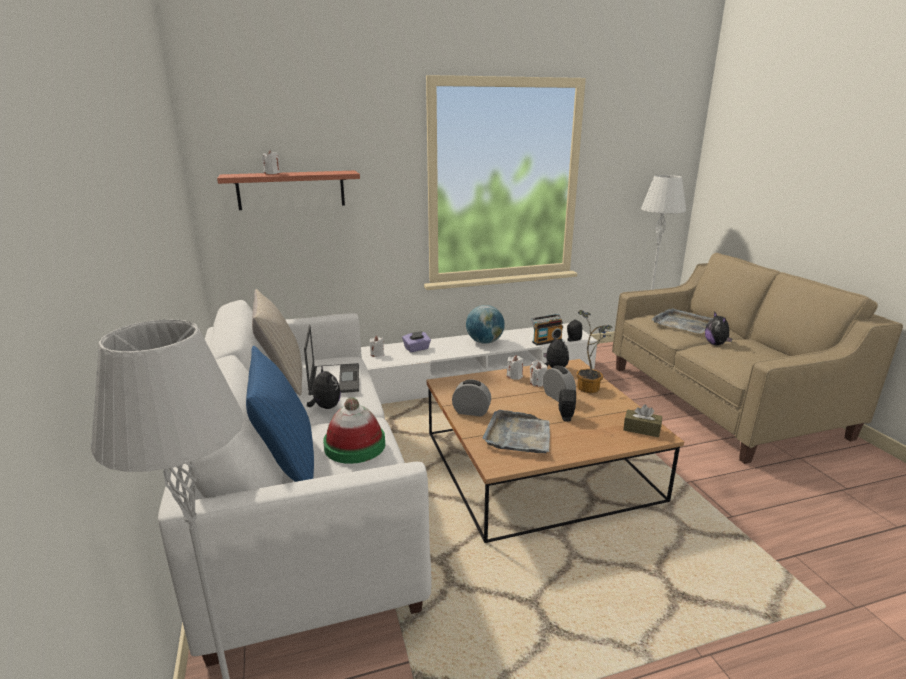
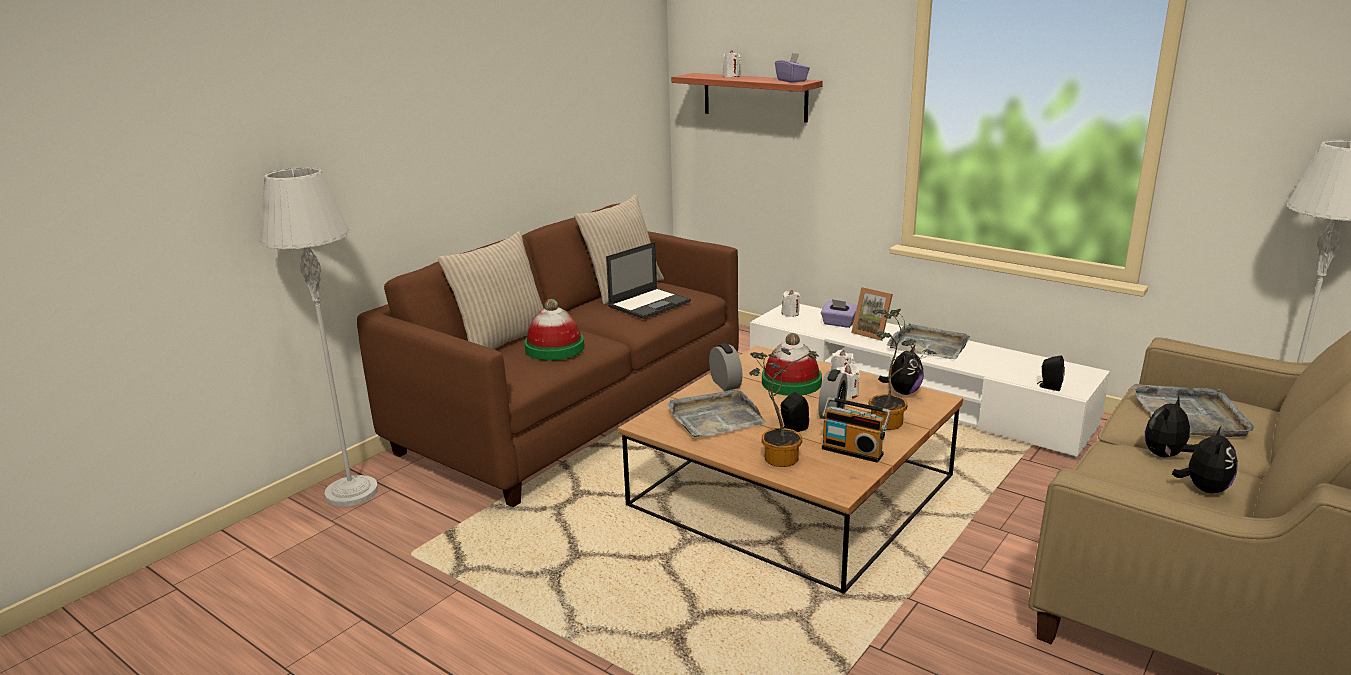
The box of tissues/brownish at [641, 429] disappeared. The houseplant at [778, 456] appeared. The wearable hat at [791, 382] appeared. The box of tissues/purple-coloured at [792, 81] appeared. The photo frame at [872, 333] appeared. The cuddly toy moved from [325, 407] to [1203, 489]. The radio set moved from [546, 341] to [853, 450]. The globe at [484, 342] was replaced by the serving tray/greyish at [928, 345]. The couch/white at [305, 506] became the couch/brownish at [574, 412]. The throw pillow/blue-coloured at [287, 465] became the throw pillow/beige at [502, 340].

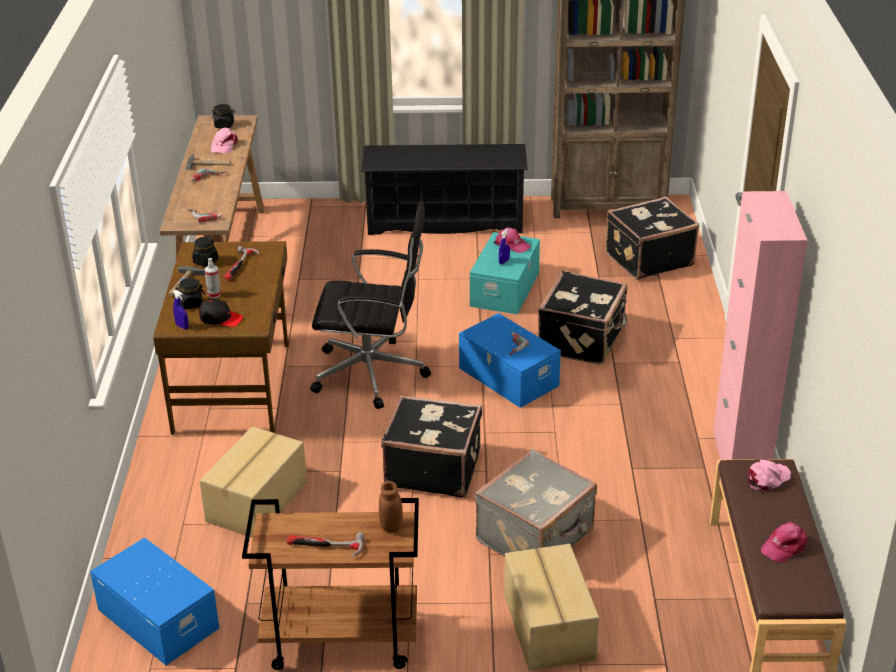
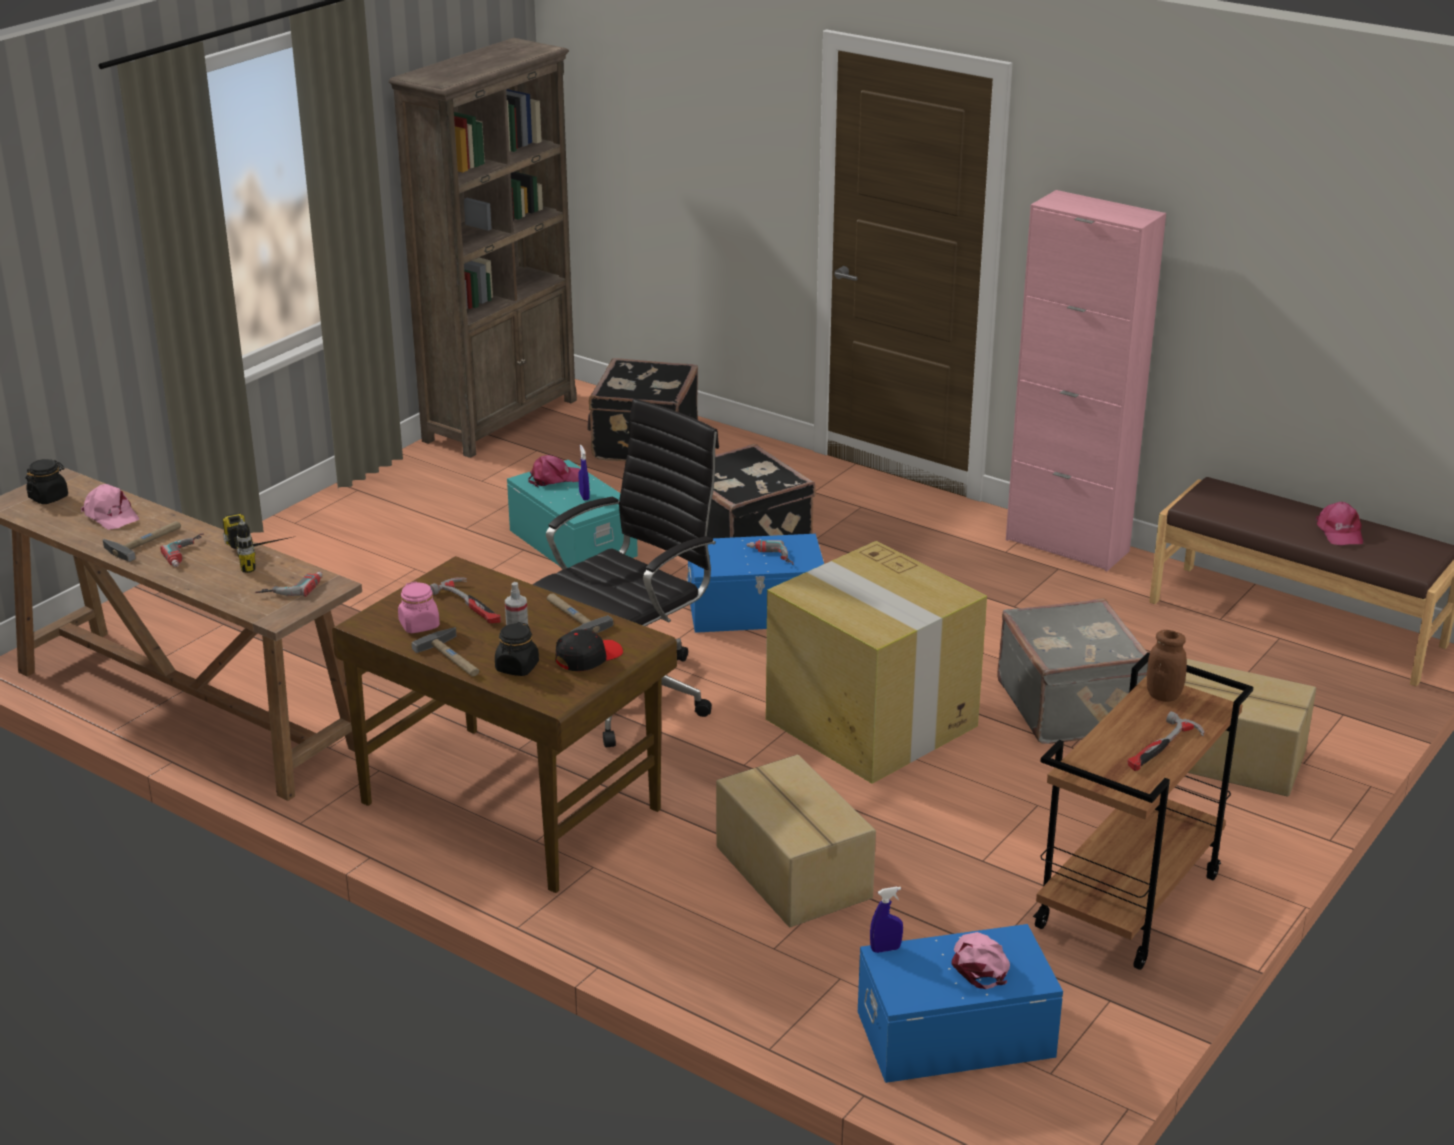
The shoe stand/black-coloured at [445, 221] disappeared. The electric drill at [265, 555] appeared. The hammer at [571, 618] appeared. The spray bottle/blue-coloured moved from [182, 326] to [885, 949]. The peaked cap/pinkish moved from [767, 479] to [980, 964]. The suitcase/black-coloured at [432, 468] was replaced by the carton at [873, 723]. The jar/black-coloured at [205, 262] became the jar/pinkish at [419, 625].

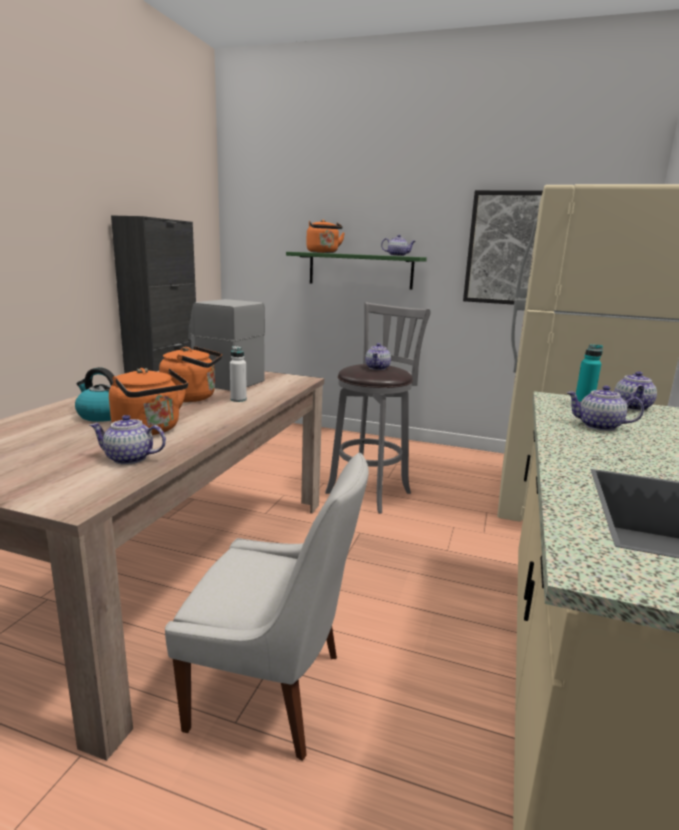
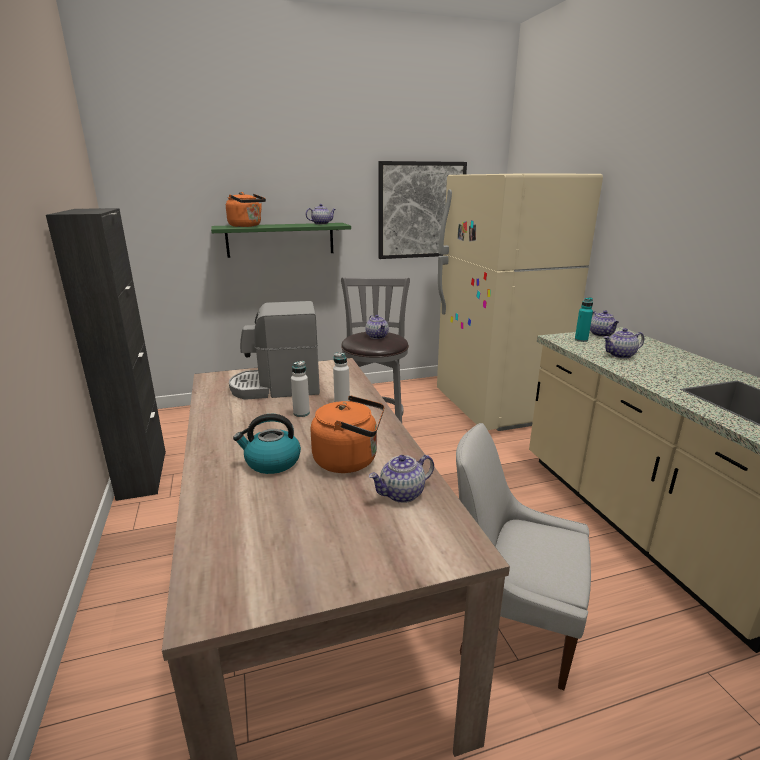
The water kettle/orangey at [193, 397] was replaced by the beverage bottle/white at [301, 413]. The chair/white at [273, 692] turned 135 degrees counterclockwise.

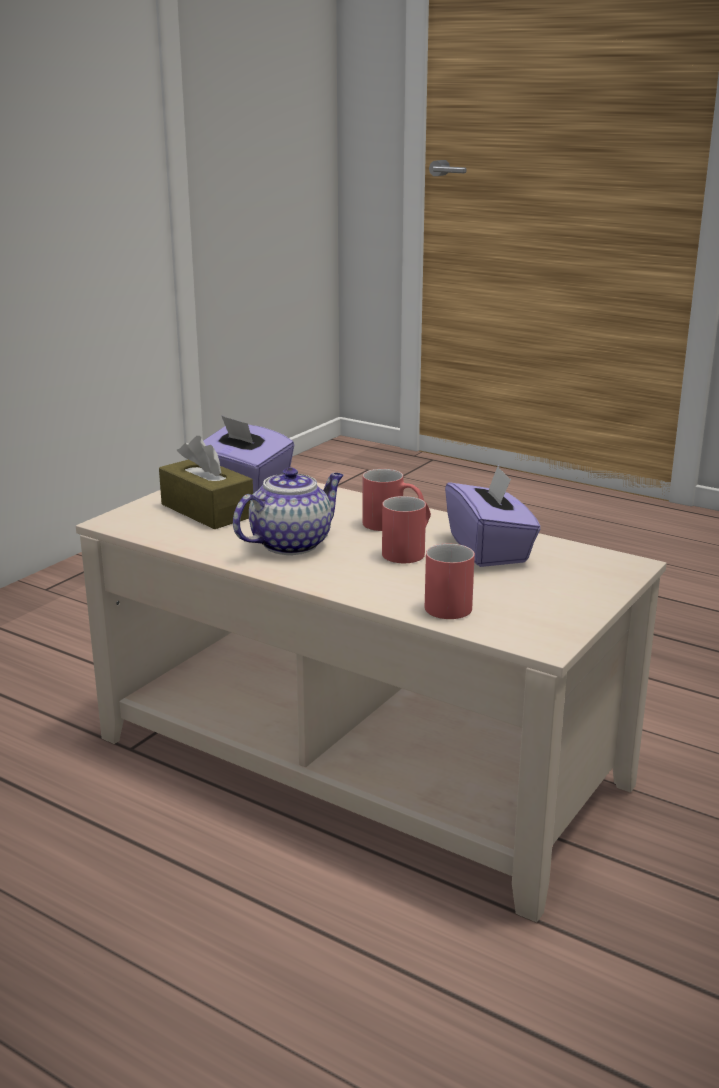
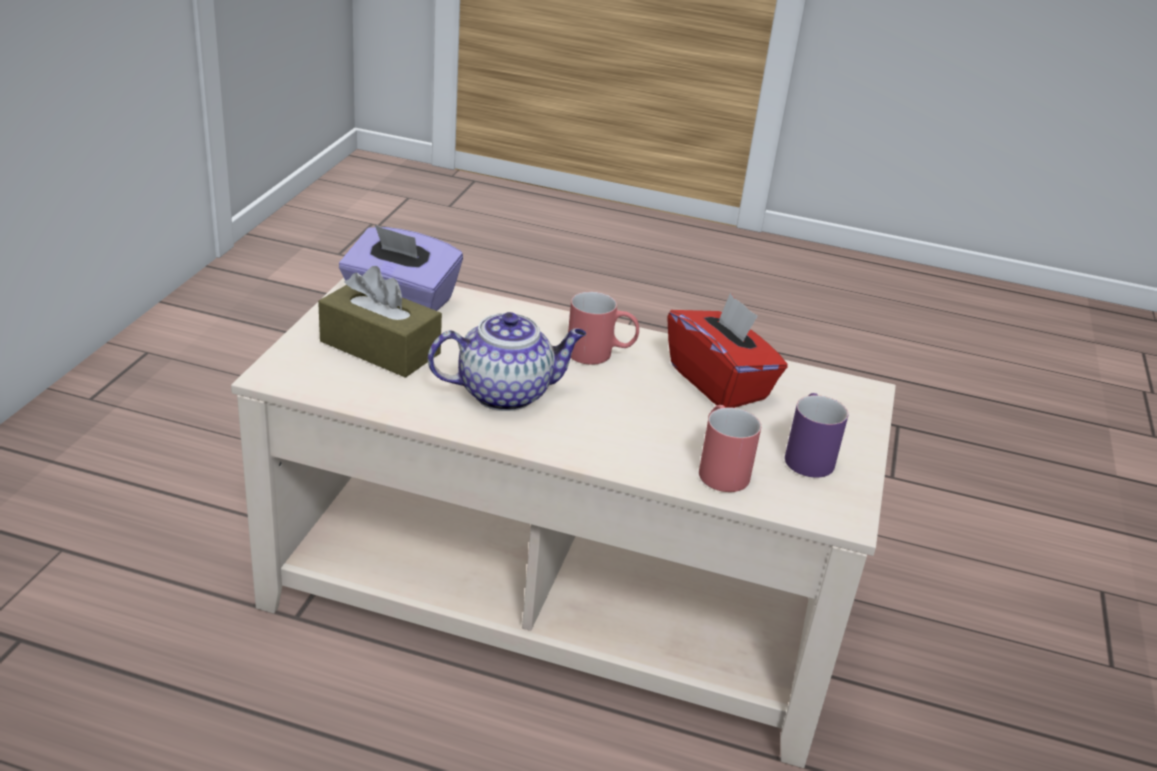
The mug/red at [409, 551] disappeared. The mug/purple-coloured at [807, 454] appeared. The box of tissues/purple-coloured at [489, 549] became the box of tissues/red at [719, 382]. The tea pot at [292, 543] turned 45 degrees clockwise.

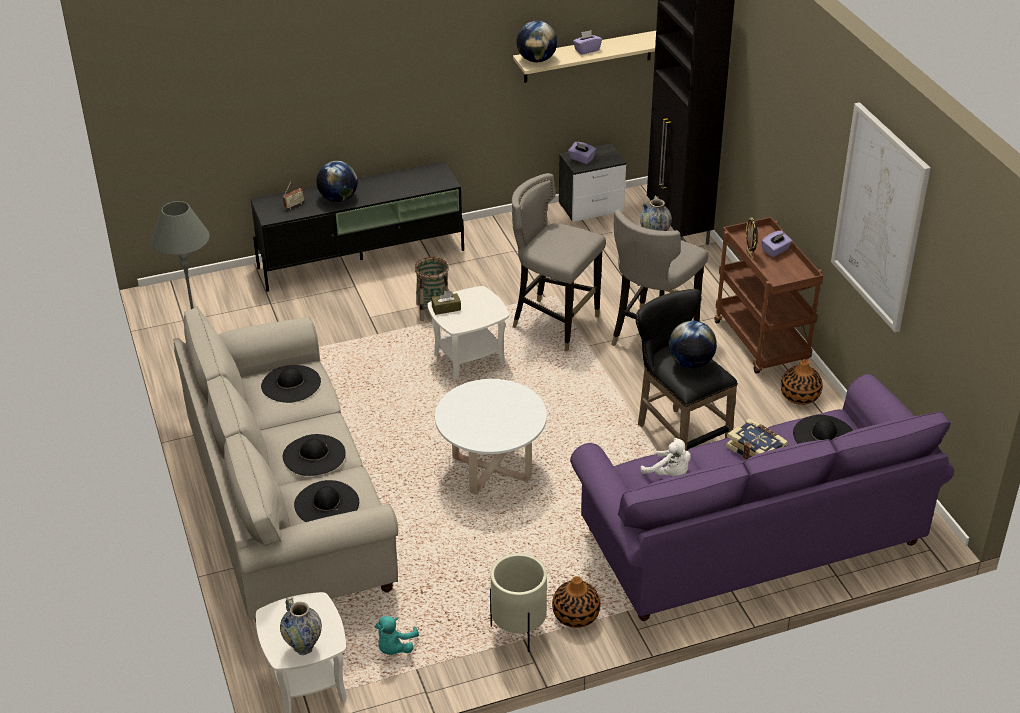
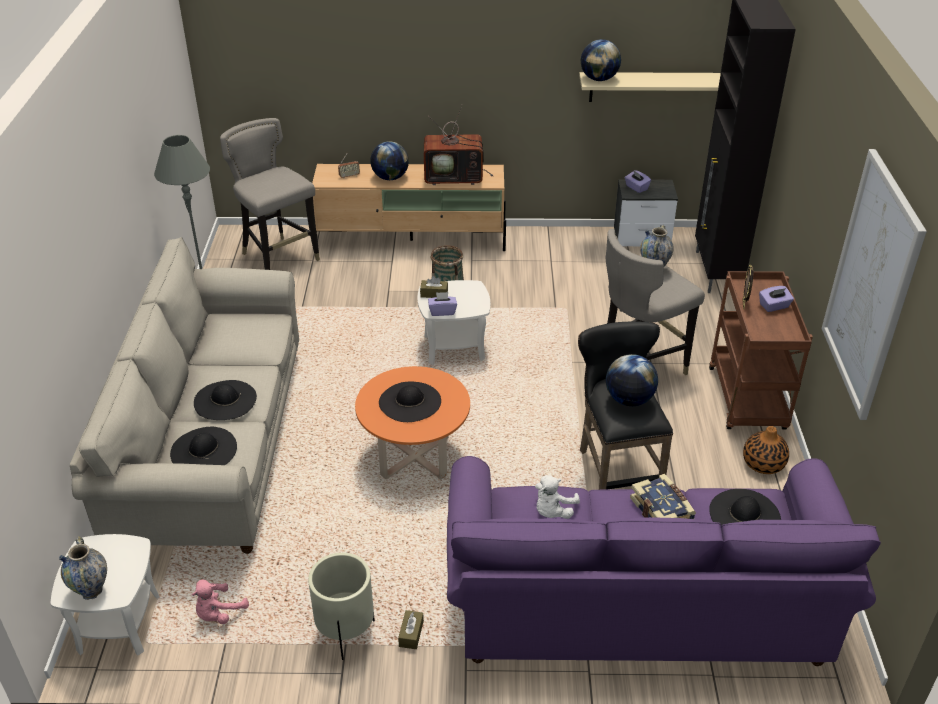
The television at [455, 177] appeared. The wearable hat/black-coloured moved from [291, 384] to [410, 402]. The stool seat/greyish moved from [554, 323] to [278, 258]. The box of tissues/purple-coloured moved from [586, 50] to [442, 311]. The vase at [575, 615] was replaced by the box of tissues/brownish at [411, 634]. The tv stand/black-coloured at [363, 259] became the tv stand/beige at [412, 240]. The cuddly toy/blue-green at [394, 648] became the cuddly toy/pinkish at [219, 613]. The lounge table/white at [491, 469] became the lounge table/orangey at [415, 457]. The cuddly toy/white at [669, 474] turned 60 degrees clockwise.

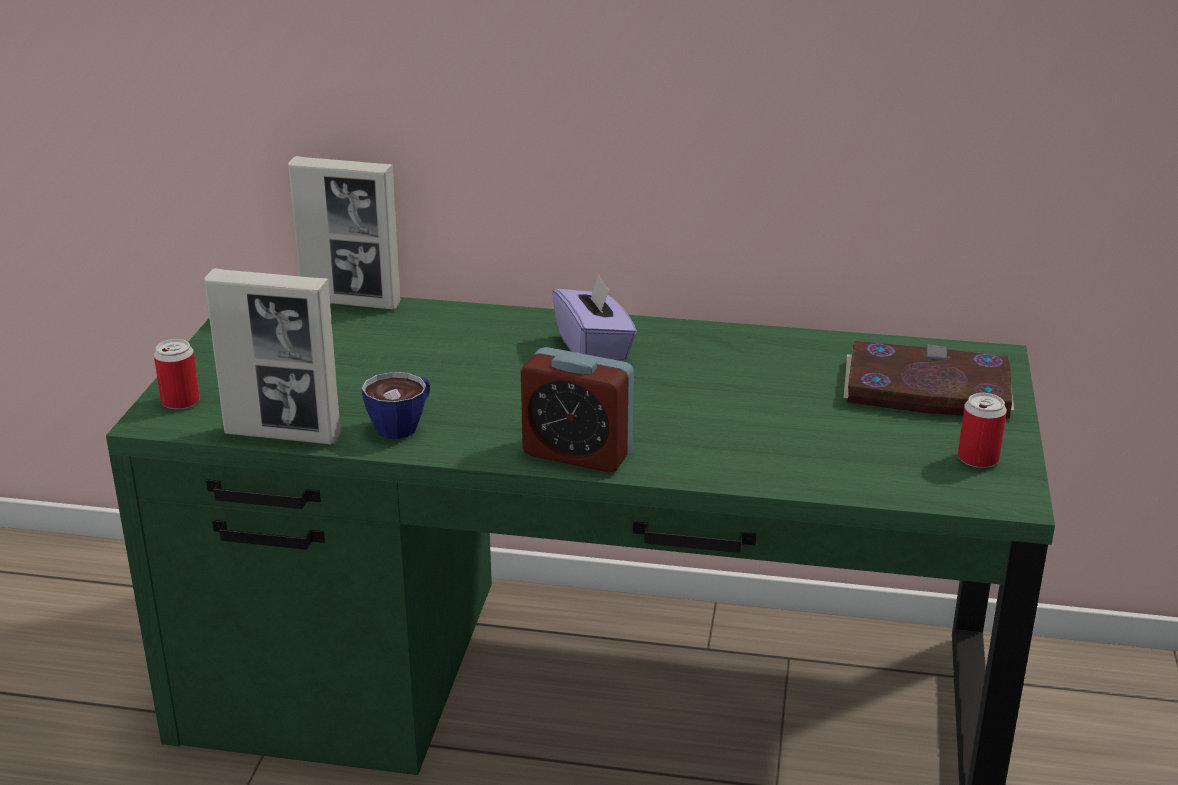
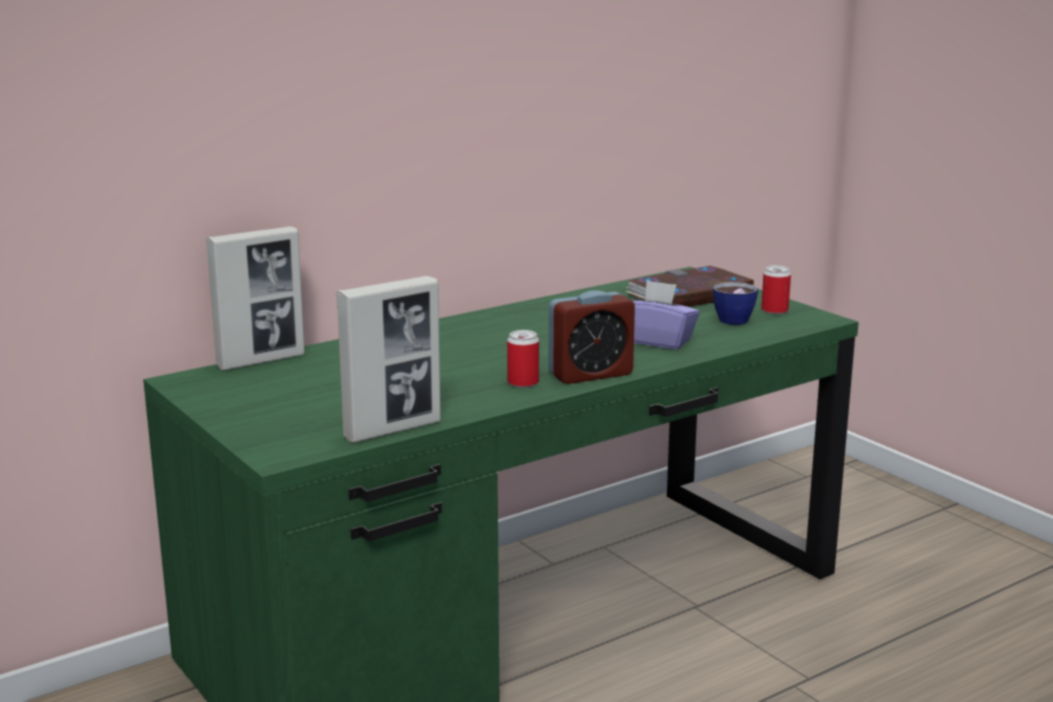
The metal can moved from [180, 401] to [523, 383]. The drinking cup moved from [403, 424] to [731, 318]. The box of tissues/purple-coloured moved from [594, 349] to [656, 340].

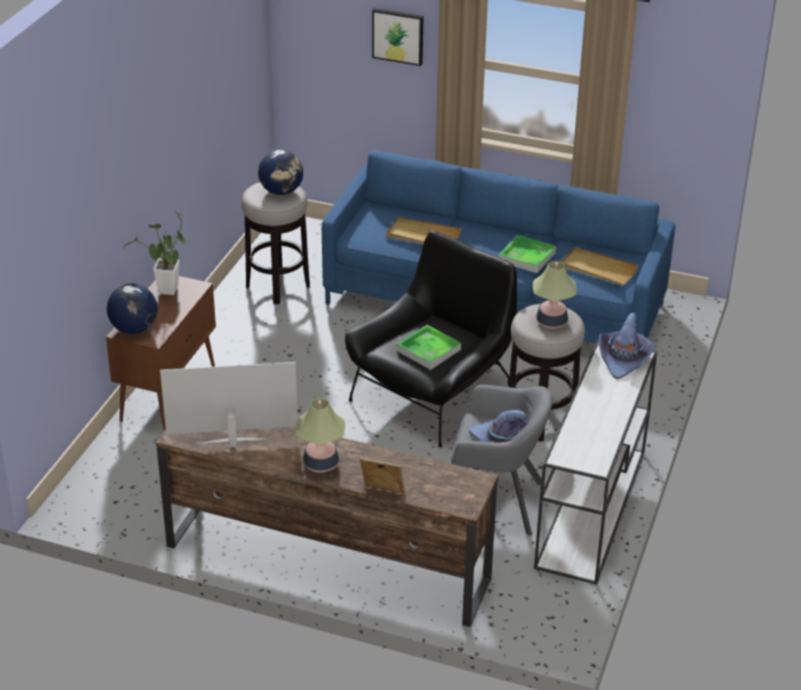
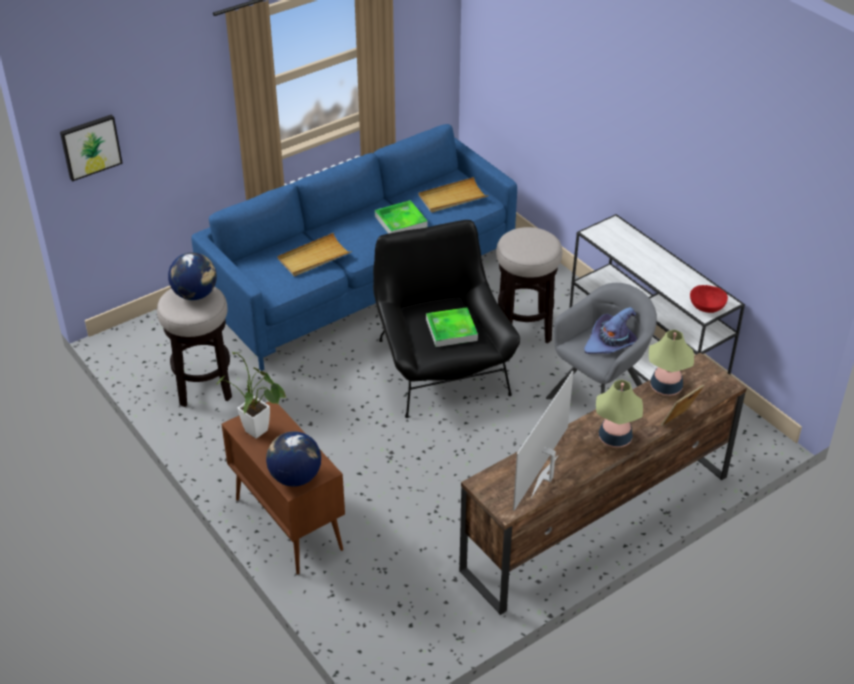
The wearable hat/purple-coloured at [624, 358] disappeared. The serving bowl/red at [706, 307] appeared. The wall art moved from [398, 36] to [90, 146]. The table lamp moved from [551, 321] to [666, 387].

